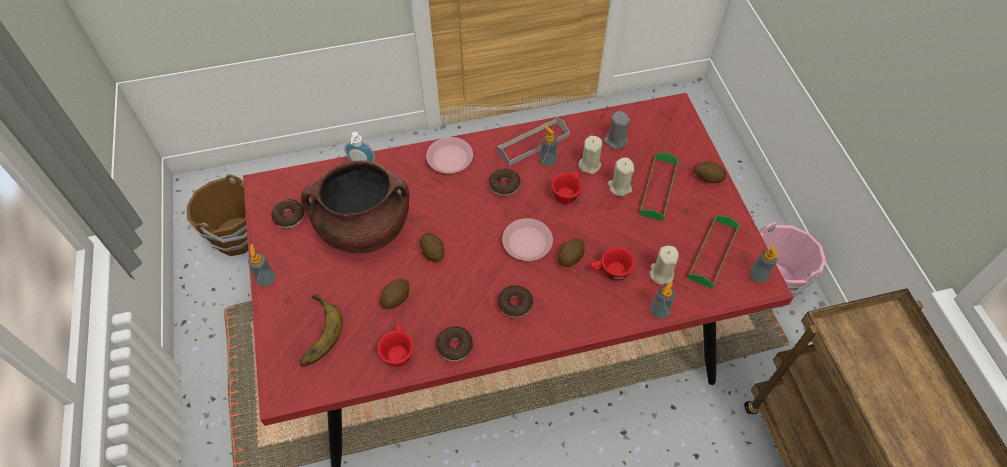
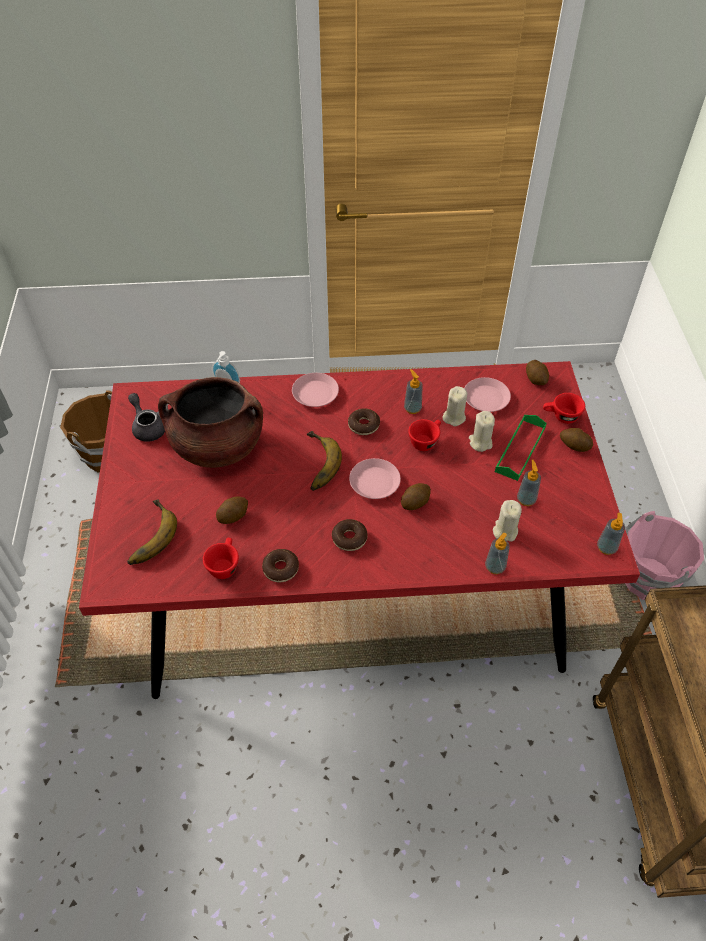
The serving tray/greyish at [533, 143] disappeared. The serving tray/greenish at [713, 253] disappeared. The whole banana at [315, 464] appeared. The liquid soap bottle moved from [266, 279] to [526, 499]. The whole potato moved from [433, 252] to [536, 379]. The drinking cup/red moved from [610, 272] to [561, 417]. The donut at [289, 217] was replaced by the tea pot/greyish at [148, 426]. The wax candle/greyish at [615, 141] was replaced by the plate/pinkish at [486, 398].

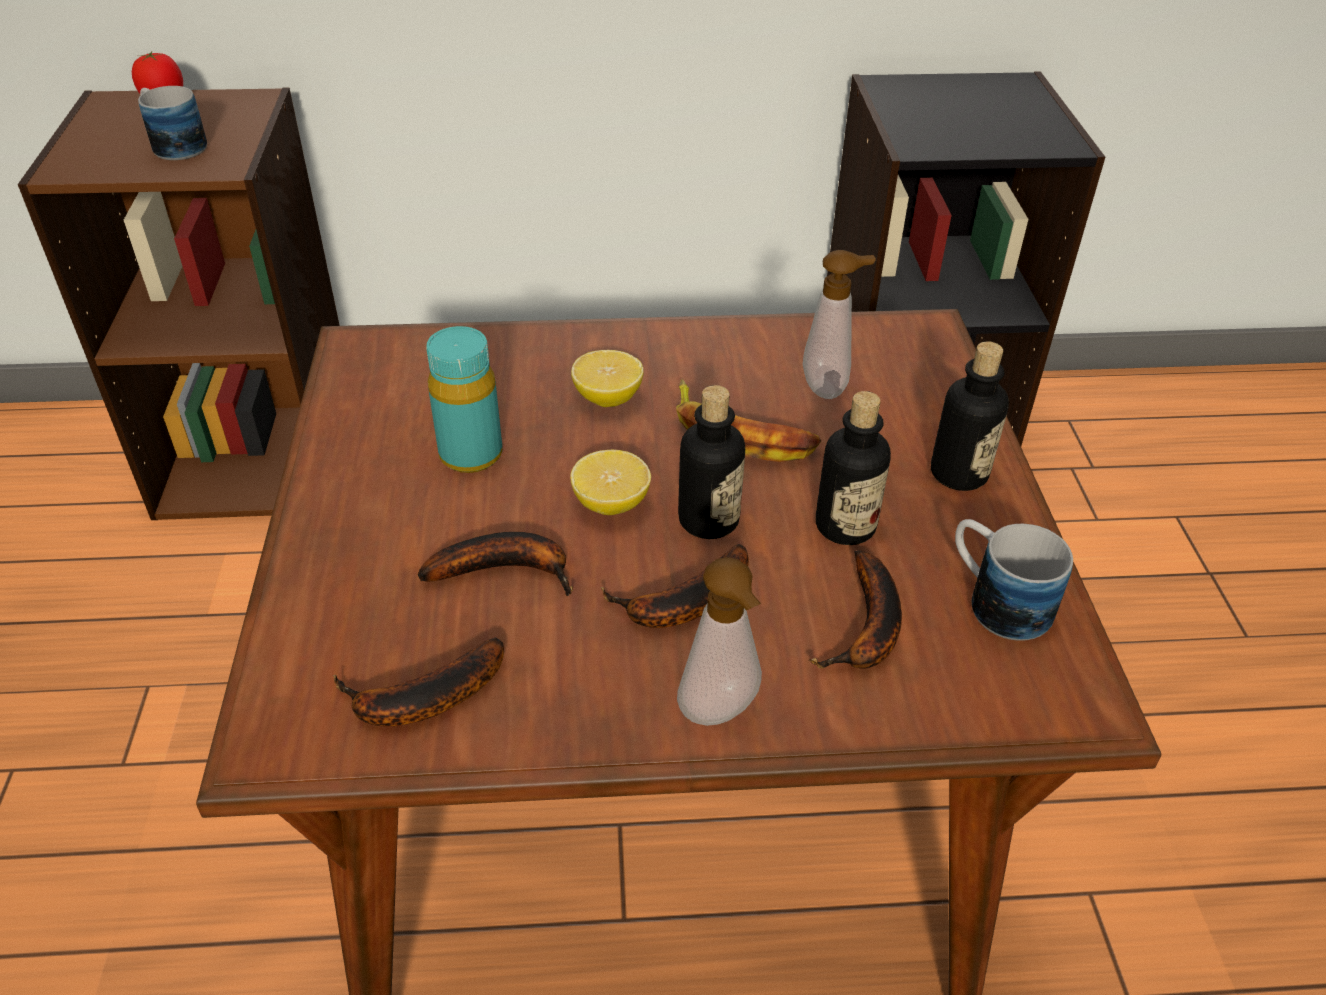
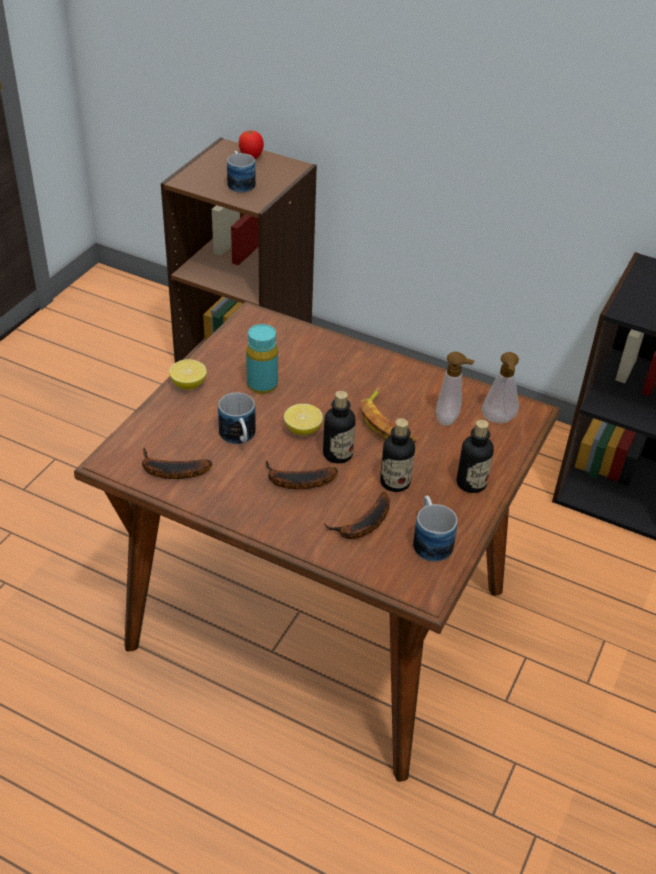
The whole lemon moved from [607, 397] to [188, 384]. The liquid soap bottle moved from [721, 714] to [498, 421]. The whole banana at [508, 569] was replaced by the mug at [239, 438].

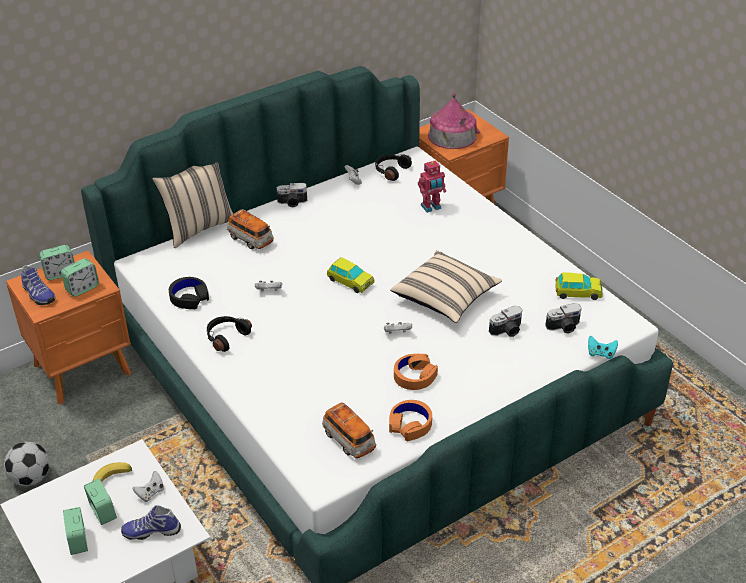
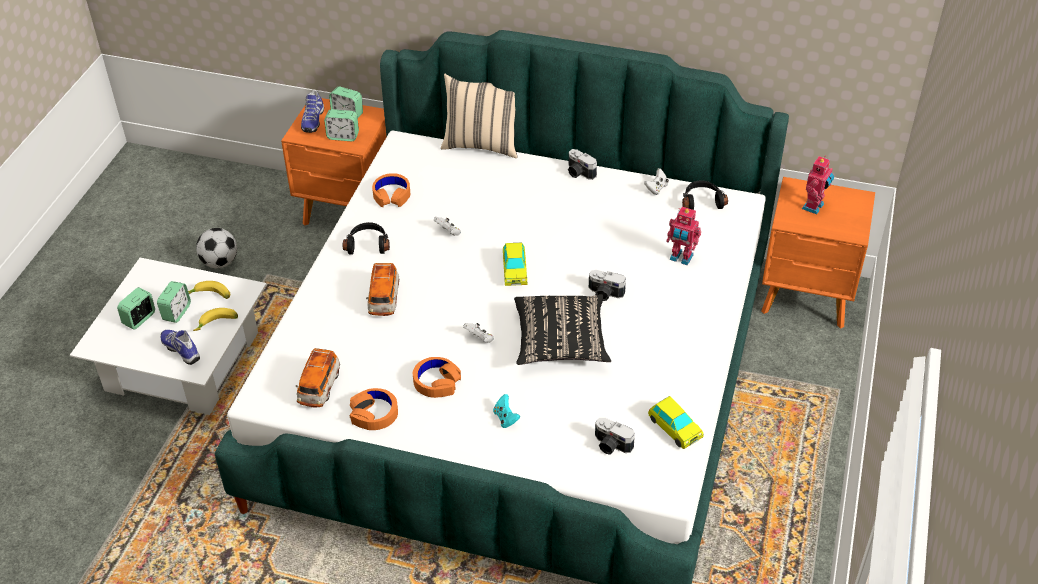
The toy car moved from [250, 240] to [384, 299]. The still camera moved from [507, 331] to [605, 294]. The gamepad/blue-green moved from [601, 354] to [505, 418]. The gamepad/white at [150, 493] was replaced by the whole banana at [217, 324]. The miniature house at [452, 135] was replaced by the toy robot at [814, 207]. The headset/black-coloured at [189, 297] became the headset/orangey at [391, 195]. The throw pillow/beige at [445, 298] became the throw pillow/black-coloured at [560, 342].

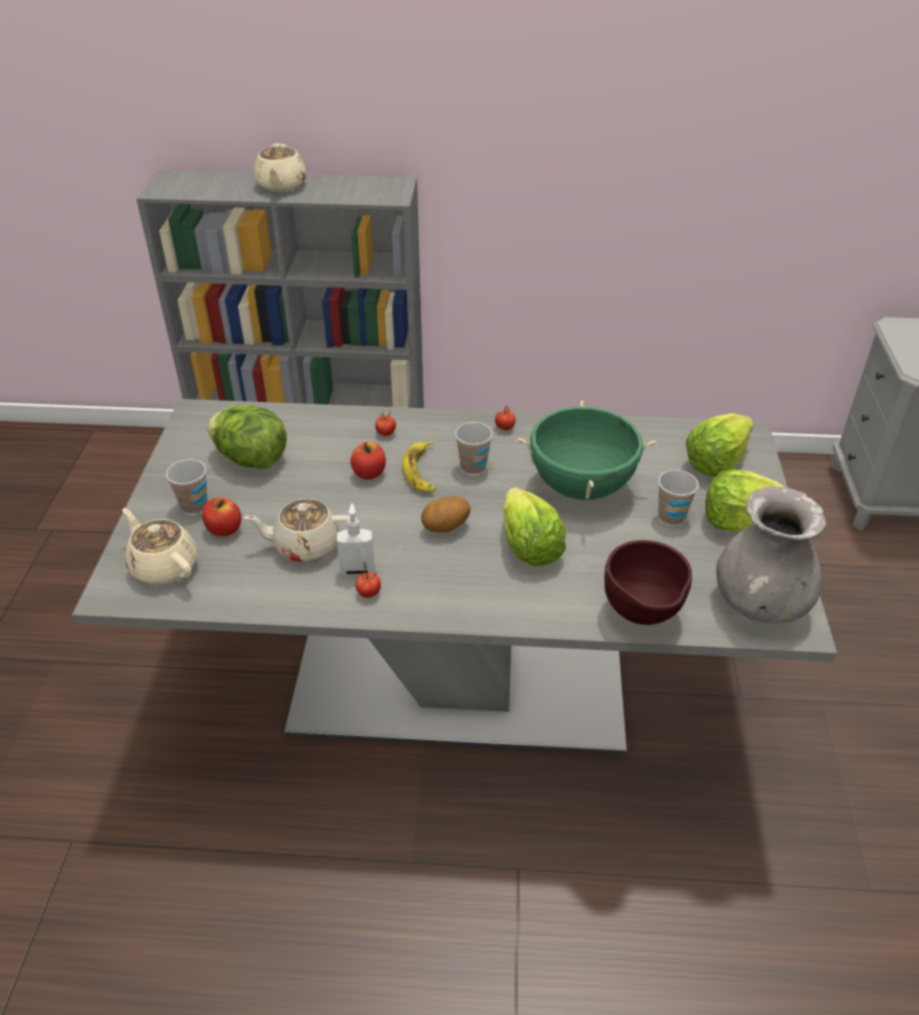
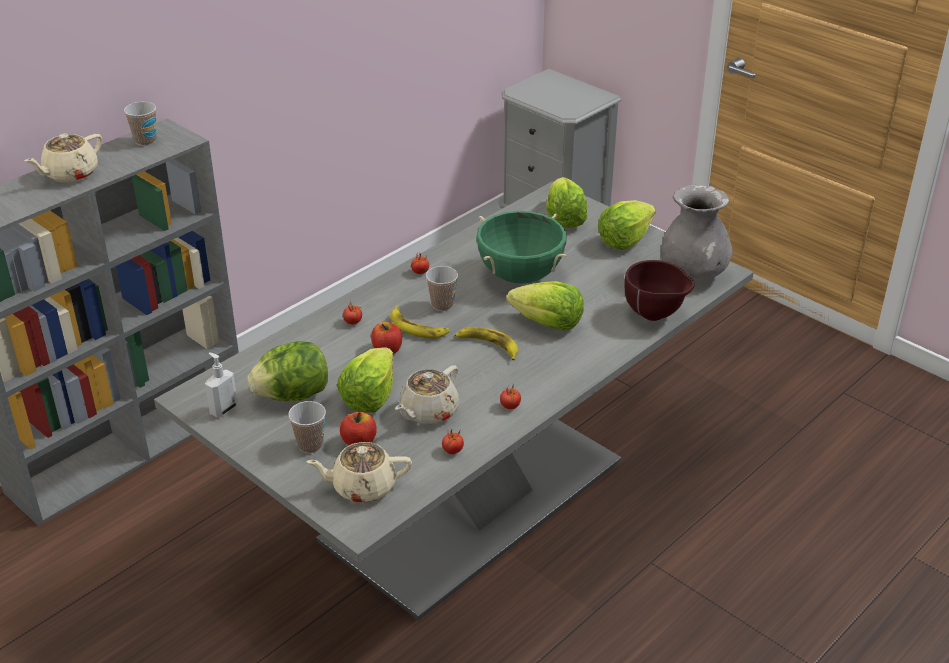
The head of lettuce at [370, 397] appeared. The whole tomato at [452, 451] appeared. The liquid soap bottle moved from [357, 569] to [223, 409]. The drinking cup moved from [671, 516] to [145, 141]. The whole potato at [446, 528] was replaced by the whole banana at [488, 346]. The tea pot/beige at [281, 185] turned 90 degrees clockwise.

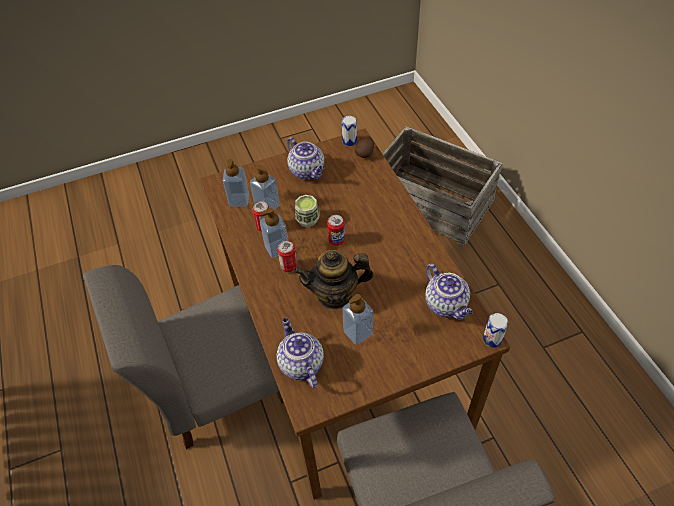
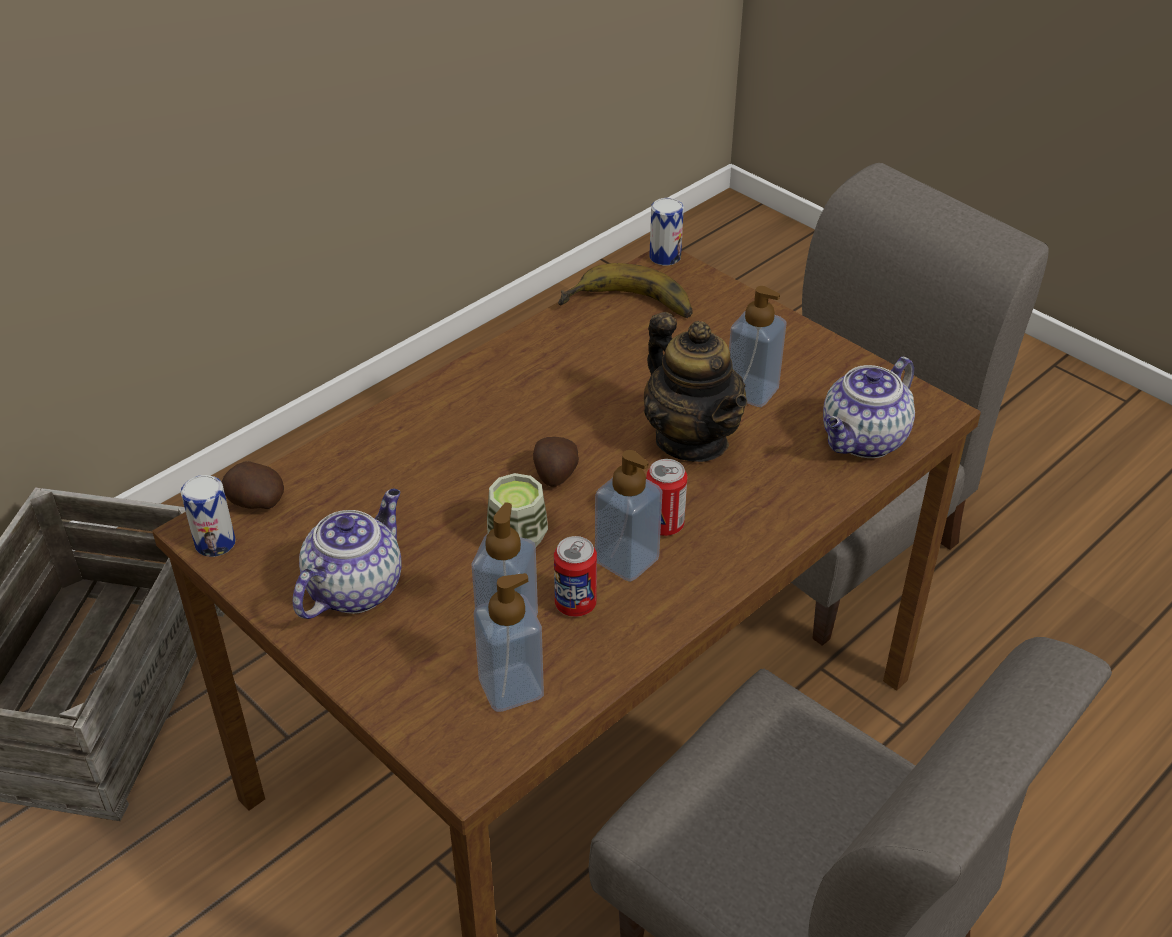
The metal can at [336, 240] was replaced by the whole potato at [554, 475]. The tea pot at [446, 305] was replaced by the whole banana at [627, 309].

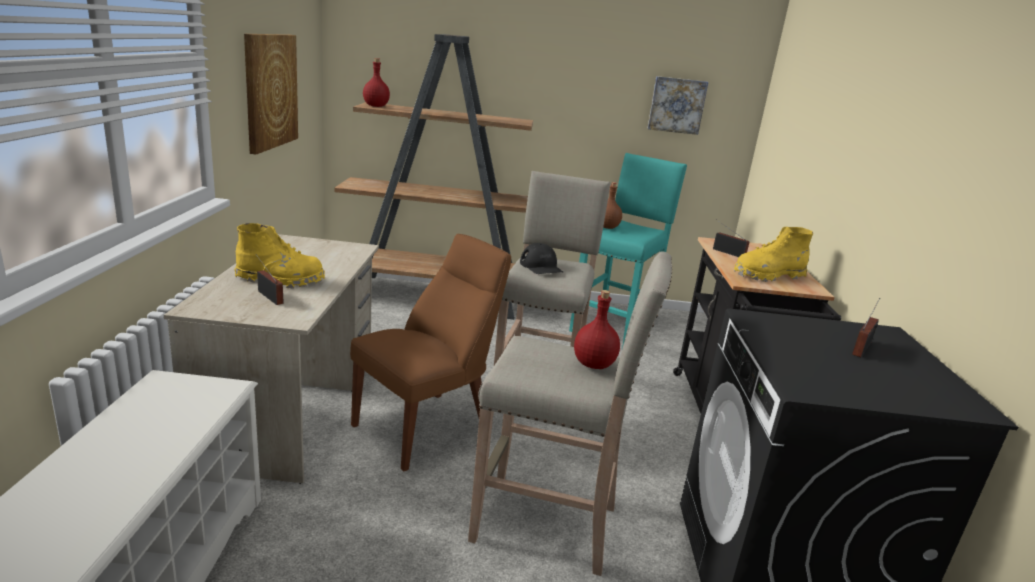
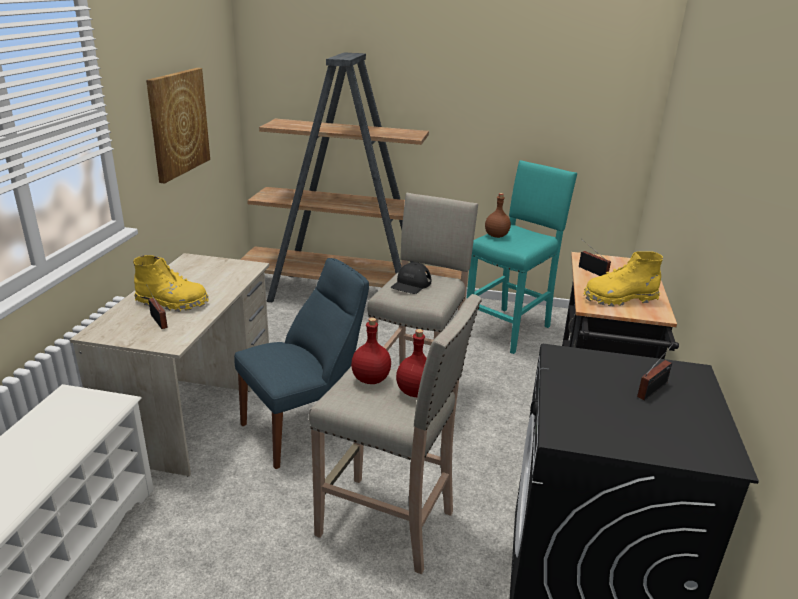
The wall art at [676, 105] disappeared. The beverage bottle/red moved from [376, 106] to [371, 379]. The chair/brownish at [427, 426] became the chair/blue-coloured at [306, 427]. The peaked cap/black-coloured at [541, 266] turned 45 degrees clockwise.

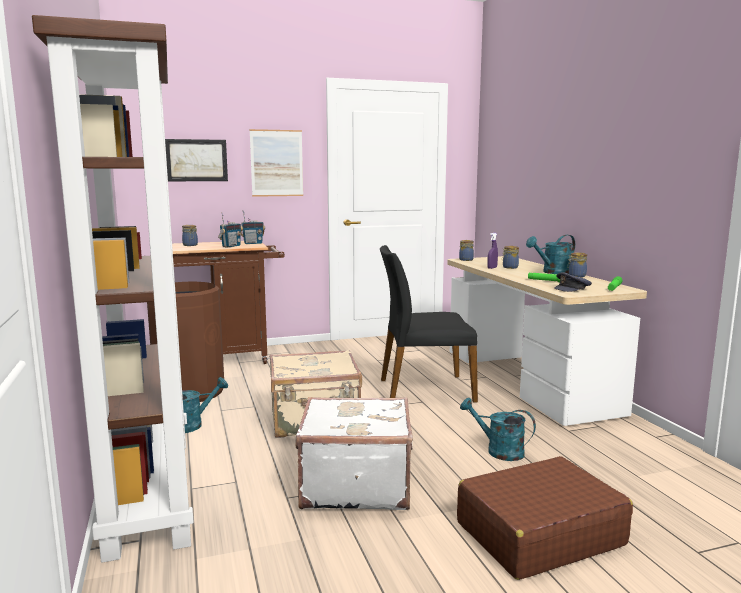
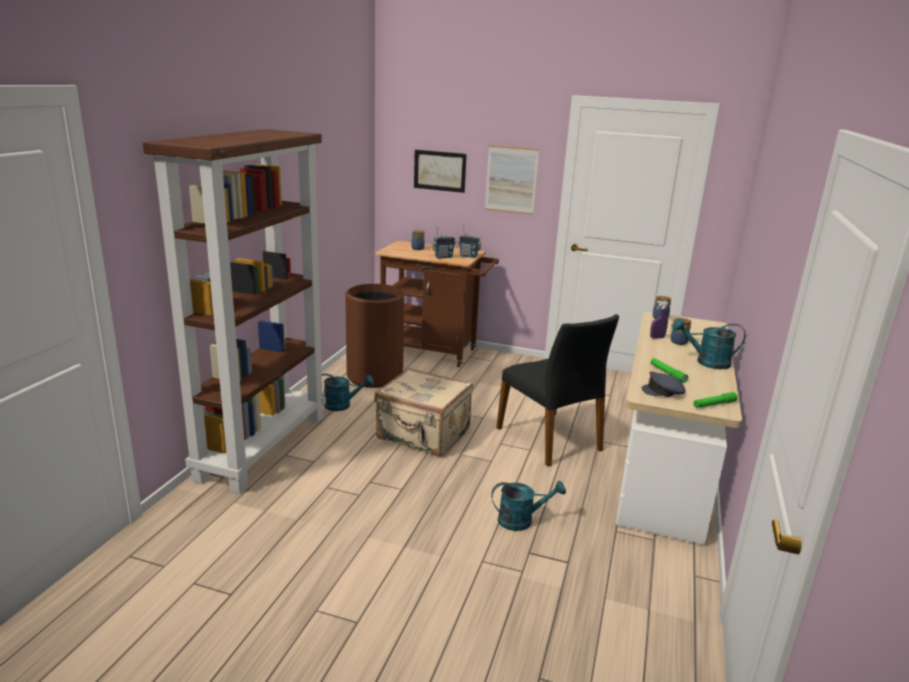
The suitcase/white at [355, 484] disappeared. The suitcase/brownish at [538, 534] disappeared. The jar at [576, 276] disappeared. The chair/black-coloured at [425, 390] turned 150 degrees counterclockwise. The watering pot/blue-green at [498, 451] turned 105 degrees clockwise.

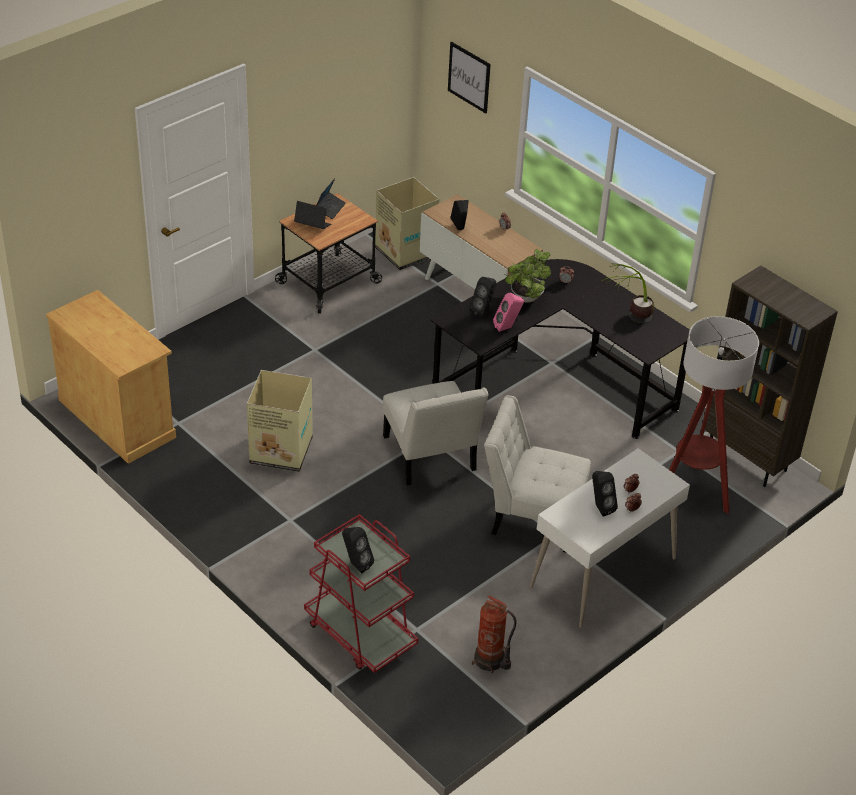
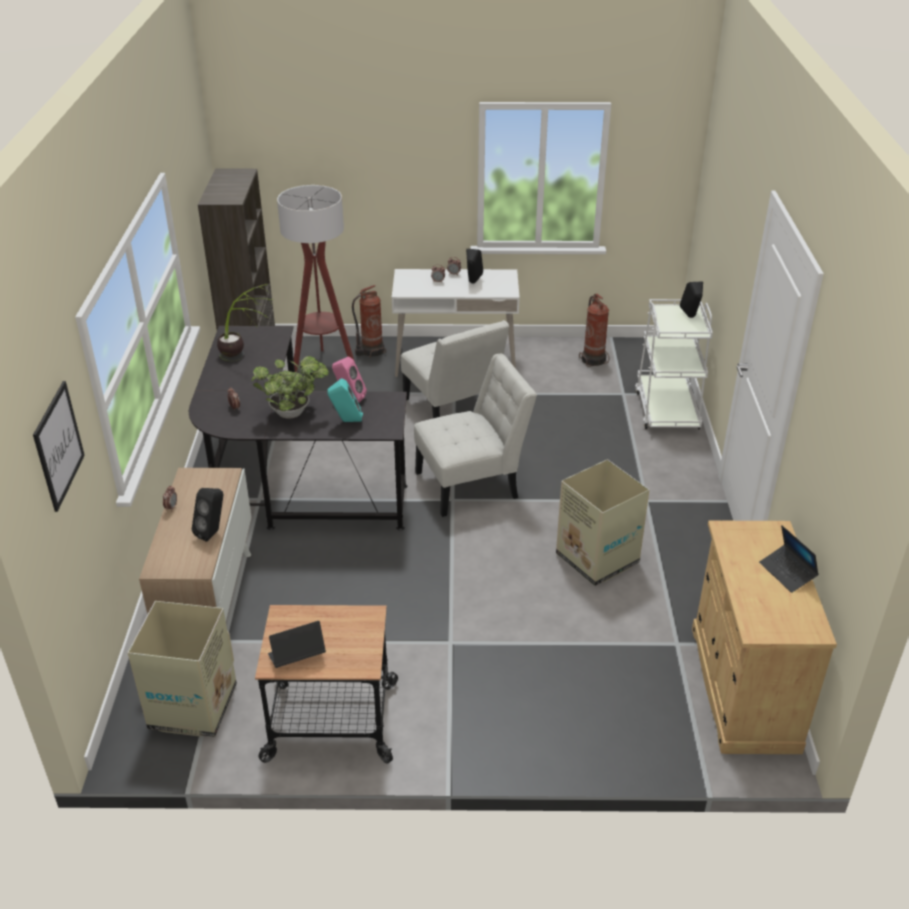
The fire extinguisher at [370, 351] appeared. The laptop moved from [312, 226] to [787, 572]. The cart/red at [360, 633] became the cart/white at [667, 409]. The speaker/black-coloured at [483, 311] became the speaker/blue-green at [346, 421]. The chair/white at [430, 457] turned 45 degrees clockwise.

